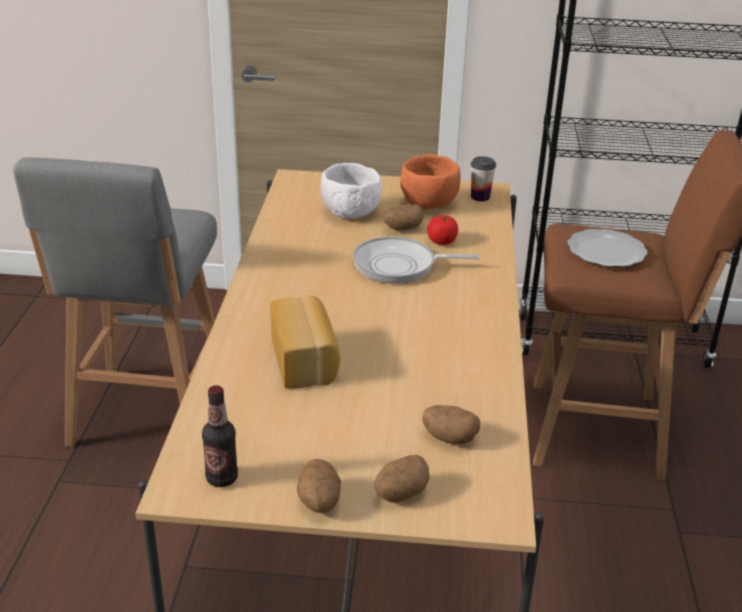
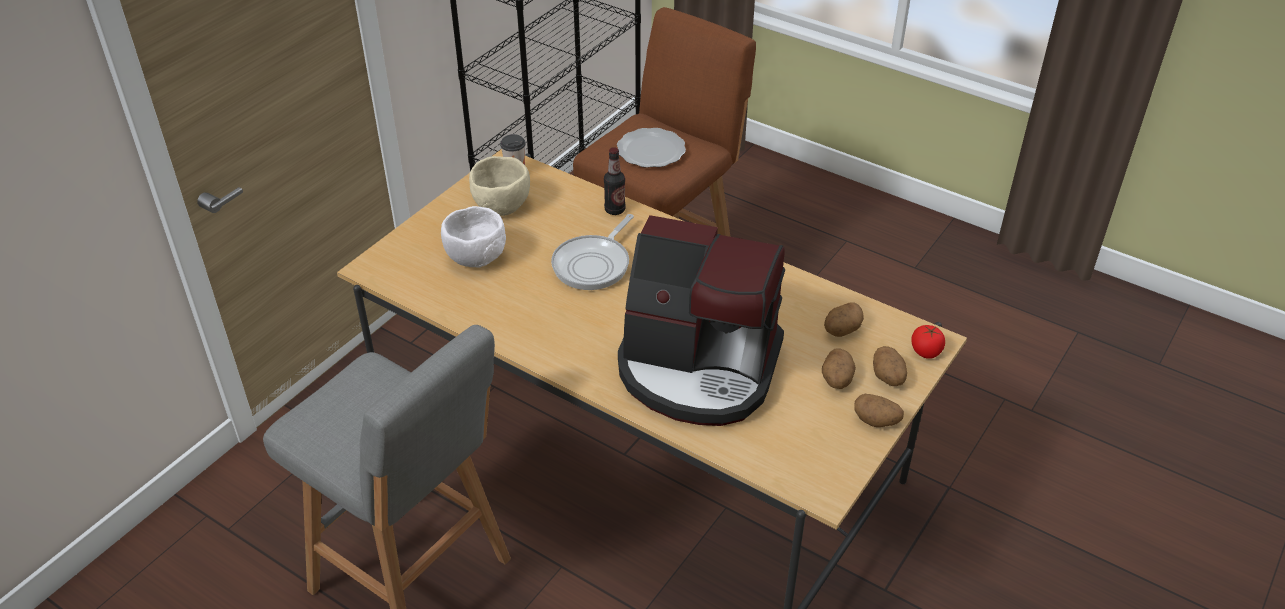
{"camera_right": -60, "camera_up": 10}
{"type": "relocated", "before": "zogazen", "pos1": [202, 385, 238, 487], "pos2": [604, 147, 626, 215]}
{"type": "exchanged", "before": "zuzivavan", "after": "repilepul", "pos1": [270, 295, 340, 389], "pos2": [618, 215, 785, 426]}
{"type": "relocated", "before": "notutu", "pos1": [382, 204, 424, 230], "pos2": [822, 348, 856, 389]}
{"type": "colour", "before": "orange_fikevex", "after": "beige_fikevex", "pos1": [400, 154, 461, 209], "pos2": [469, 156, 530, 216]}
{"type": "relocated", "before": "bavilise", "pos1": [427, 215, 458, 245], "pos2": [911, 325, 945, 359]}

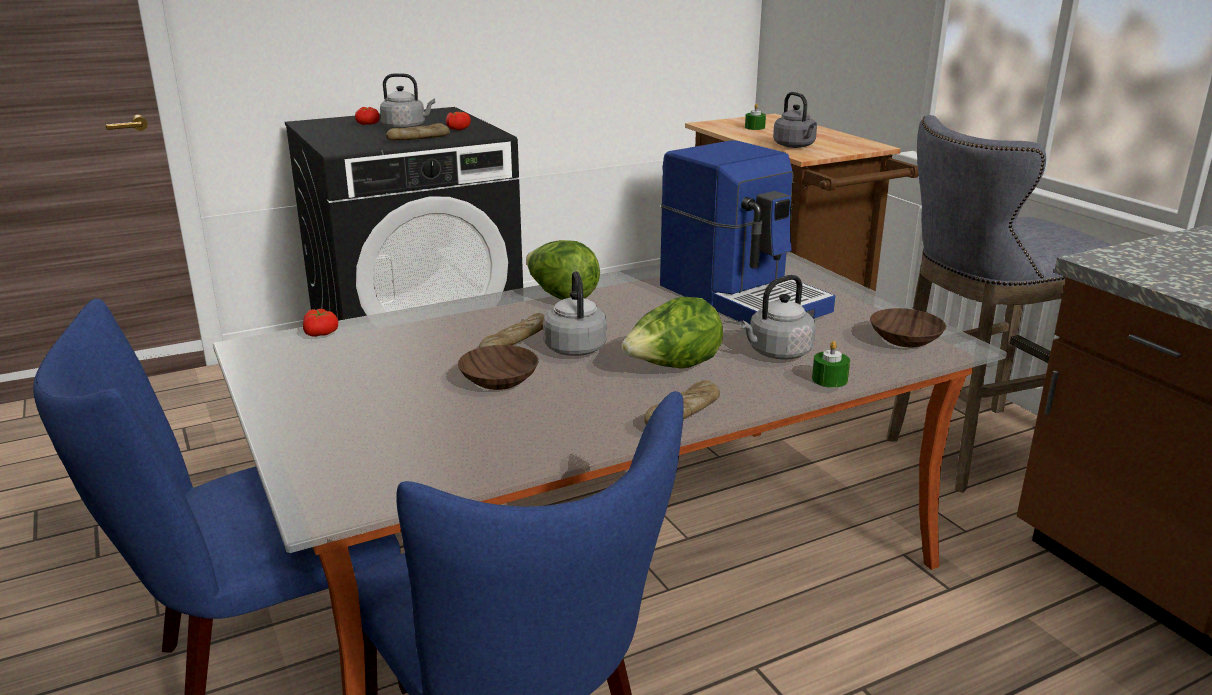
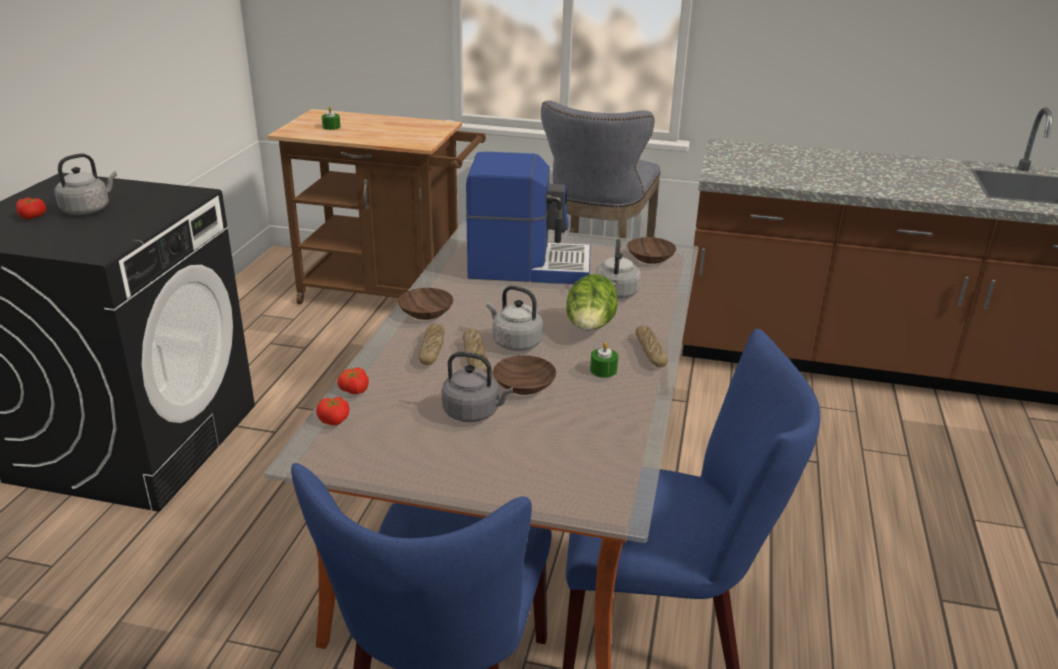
{"camera_right": -50, "camera_up": 5}
{"type": "relocated", "before": "zuzivavan", "pos1": [386, 123, 450, 140], "pos2": [418, 323, 444, 365]}
{"type": "relocated", "before": "bavilise", "pos1": [446, 112, 471, 130], "pos2": [337, 367, 369, 394]}
{"type": "exchanged", "before": "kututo", "after": "brown_fikevex", "pos1": [526, 240, 600, 300], "pos2": [398, 288, 453, 320]}
{"type": "relocated", "before": "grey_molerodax", "pos1": [773, 92, 817, 148], "pos2": [442, 352, 513, 422]}
{"type": "relocated", "before": "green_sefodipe", "pos1": [812, 341, 850, 388], "pos2": [590, 342, 618, 378]}

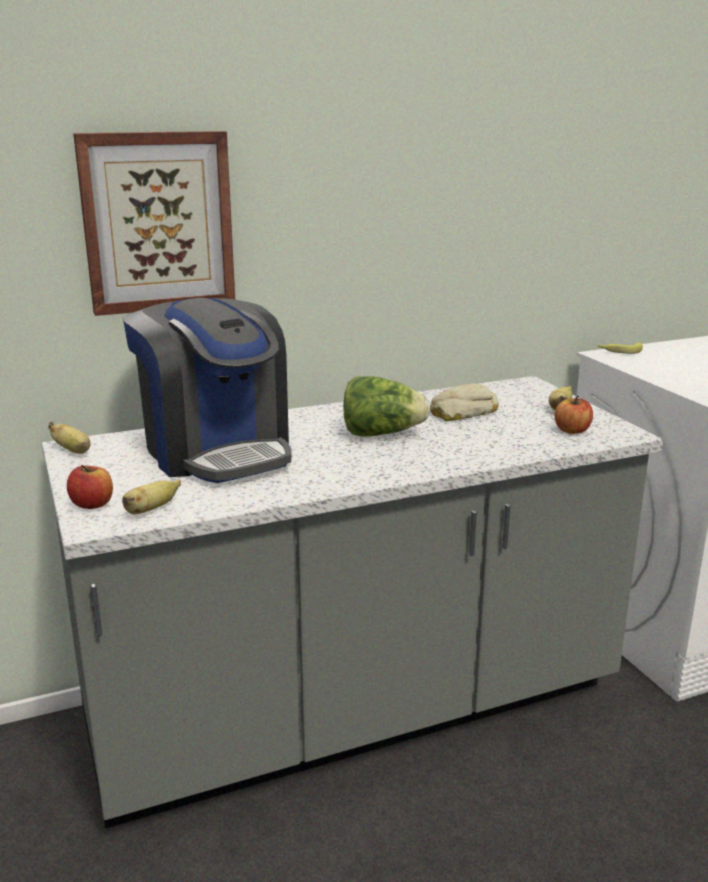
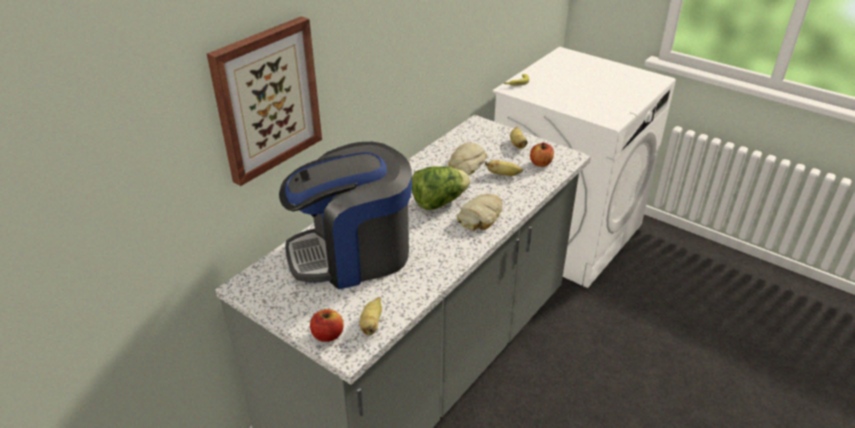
{"camera_right": -30, "camera_up": 15}
{"type": "relocated", "before": "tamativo", "pos1": [48, 422, 91, 454], "pos2": [485, 160, 523, 176]}
{"type": "spun", "before": "repilepul", "pos1": [123, 298, 292, 483], "pos2": [279, 142, 412, 290], "turn": 135}
{"type": "appeared", "after": "zuzivavan", "pos2": [457, 194, 502, 231]}

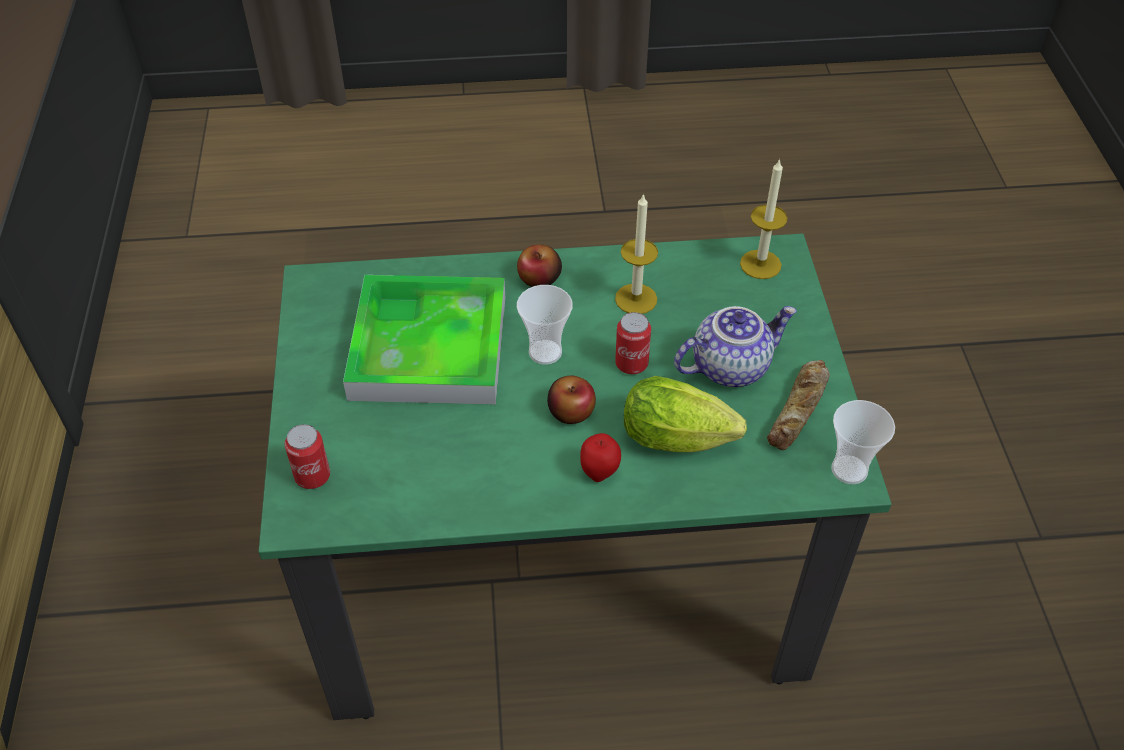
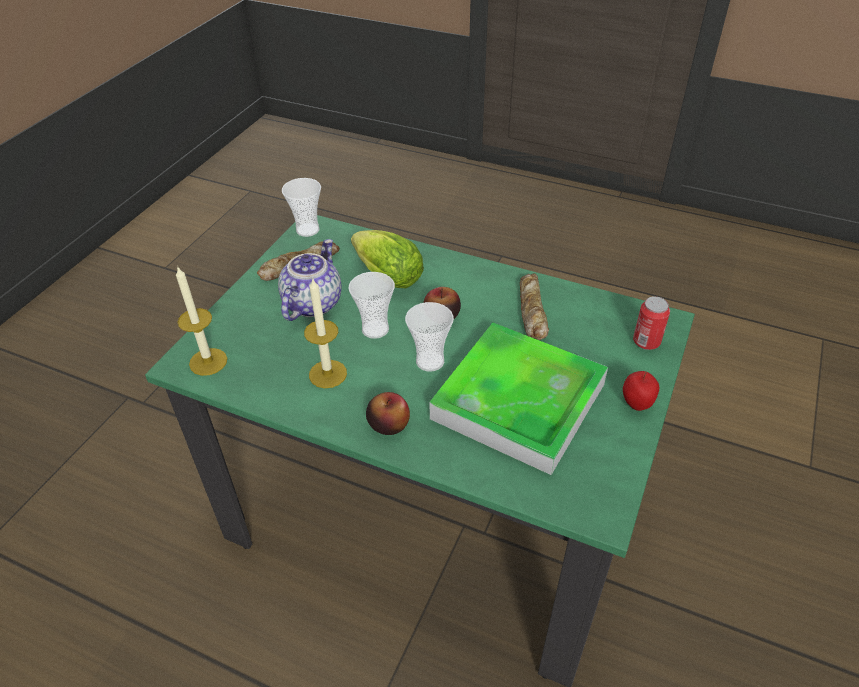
{"camera_right": -150, "camera_up": -5}
{"type": "relocated", "before": "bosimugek", "pos1": [580, 433, 621, 482], "pos2": [623, 371, 659, 411]}
{"type": "exchanged", "before": "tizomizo", "after": "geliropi", "pos1": [615, 312, 651, 374], "pos2": [349, 272, 395, 339]}
{"type": "spun", "before": "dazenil", "pos1": [674, 306, 797, 387], "pos2": [278, 239, 341, 321], "turn": 105}
{"type": "appeared", "after": "zuzivavan", "pos2": [520, 273, 549, 340]}

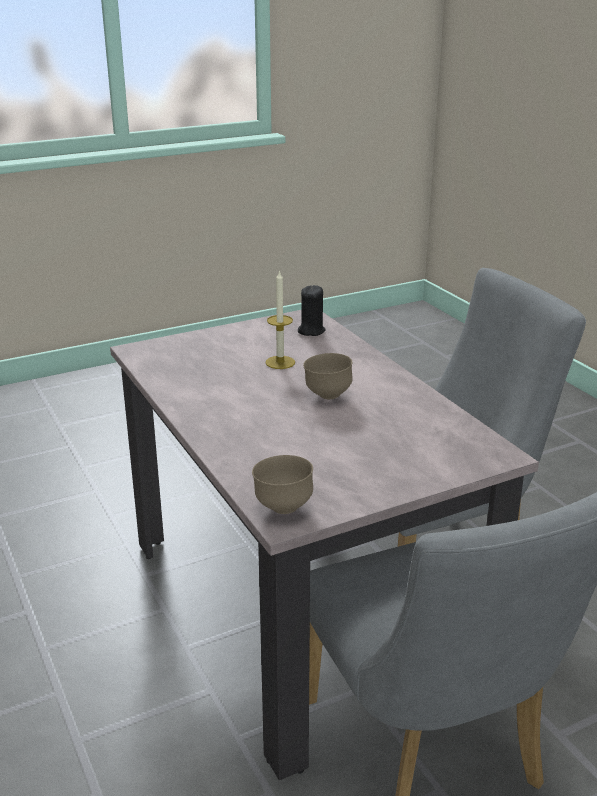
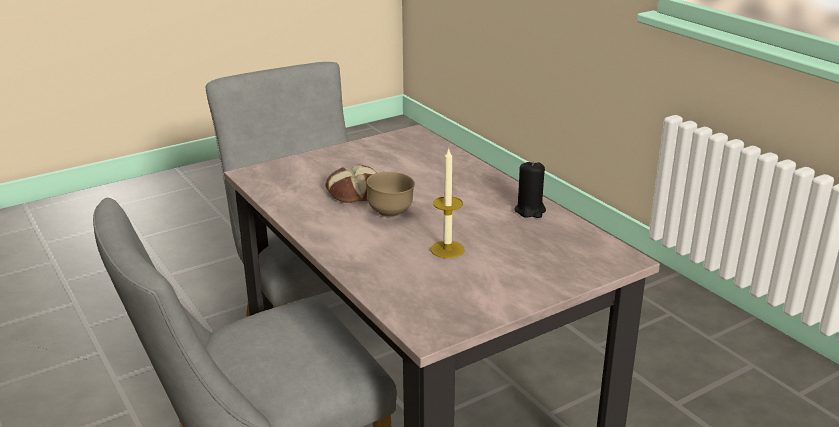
{"camera_right": 175, "camera_up": 0}
{"type": "missing", "before": "brown_fikevex", "pos1": [252, 455, 313, 514]}
{"type": "relocated", "before": "black_sefodipe", "pos1": [298, 285, 326, 336], "pos2": [514, 161, 546, 218]}
{"type": "appeared", "after": "zuzivavan", "pos2": [325, 164, 377, 203]}

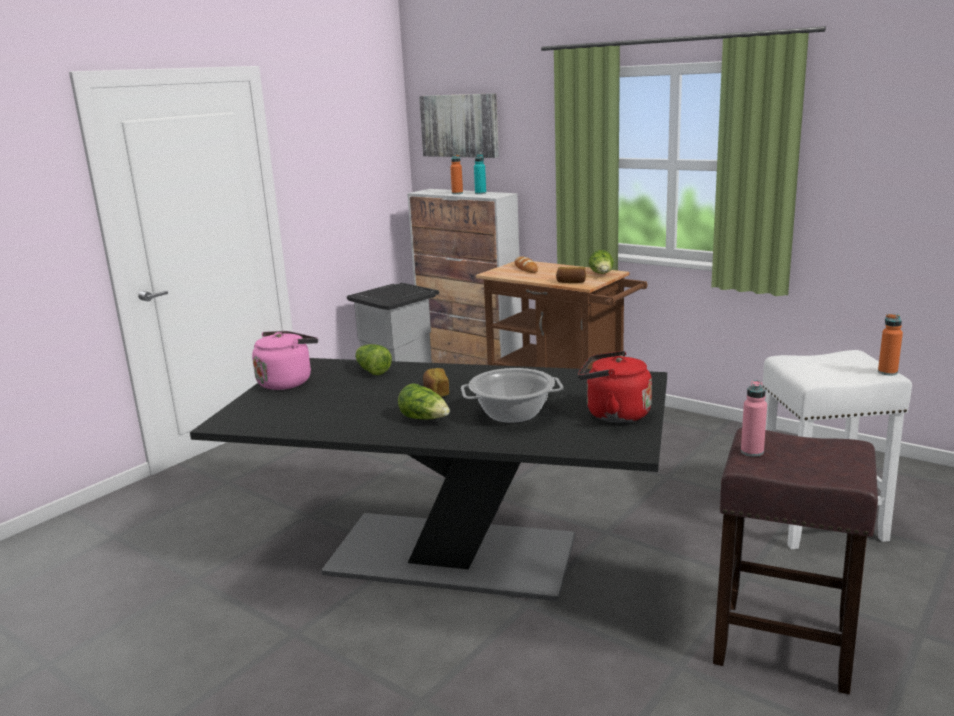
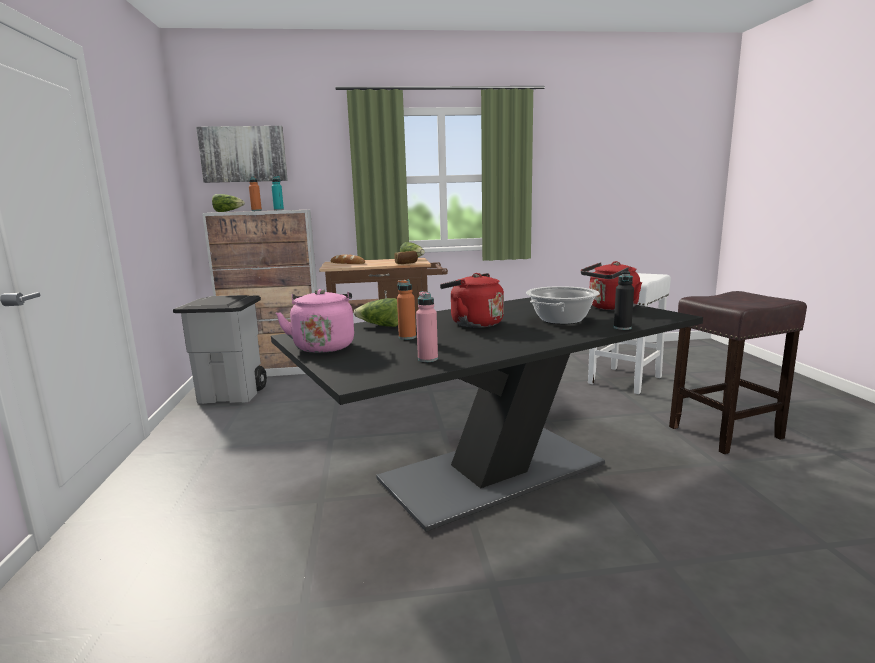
{"camera_right": -45, "camera_up": -5}
{"type": "relocated", "before": "kututo", "pos1": [398, 383, 450, 419], "pos2": [212, 194, 245, 212]}
{"type": "exchanged", "before": "zuzivavan", "after": "red_molerodax", "pos1": [423, 368, 449, 397], "pos2": [440, 273, 504, 328]}
{"type": "relocated", "before": "pink_zogazen", "pos1": [741, 380, 767, 457], "pos2": [416, 291, 438, 362]}
{"type": "relocated", "before": "orange_zogazen", "pos1": [878, 314, 903, 375], "pos2": [397, 279, 416, 340]}
{"type": "appeared", "after": "black_zogazen", "pos2": [614, 271, 634, 330]}

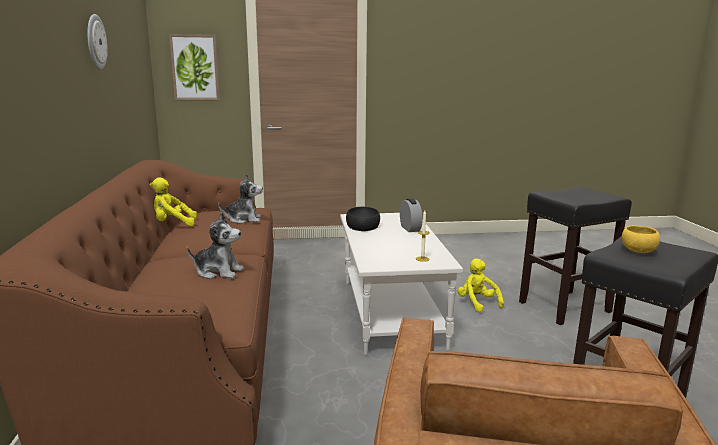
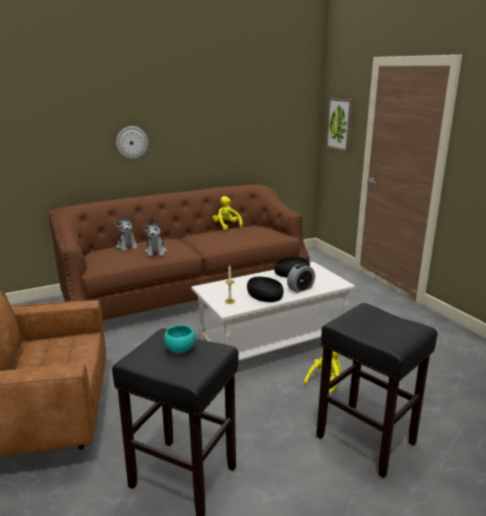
{"camera_right": 70, "camera_up": 5}
{"type": "relocated", "before": "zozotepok", "pos1": [87, 14, 108, 70], "pos2": [116, 126, 148, 159]}
{"type": "relocated", "before": "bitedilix", "pos1": [218, 174, 263, 224], "pos2": [114, 215, 138, 251]}
{"type": "colour", "before": "yellow_fikevex", "after": "turquoise_fikevex", "pos1": [622, 225, 660, 253], "pos2": [164, 325, 195, 353]}
{"type": "appeared", "after": "black_fikevex", "pos2": [247, 277, 284, 302]}

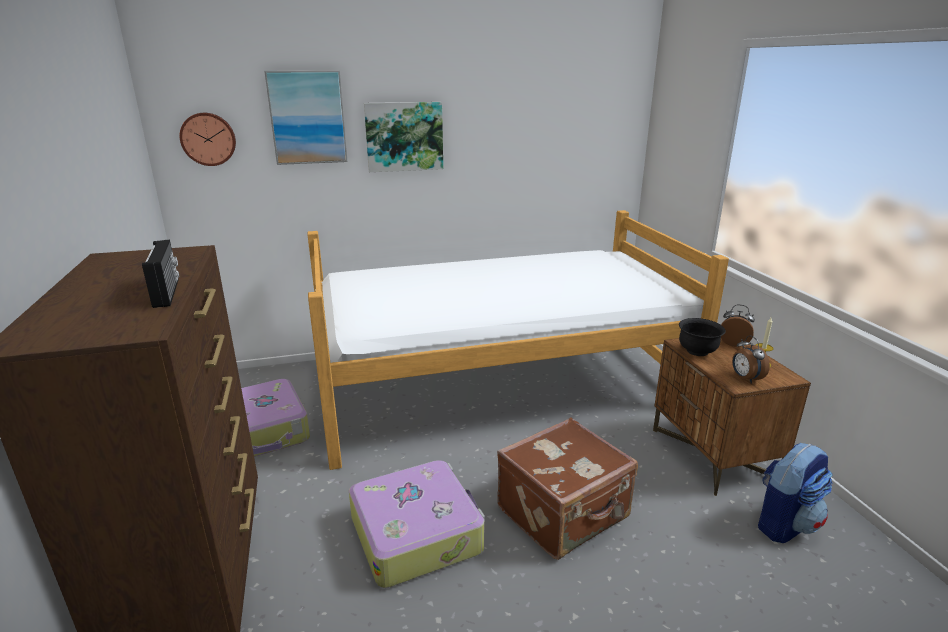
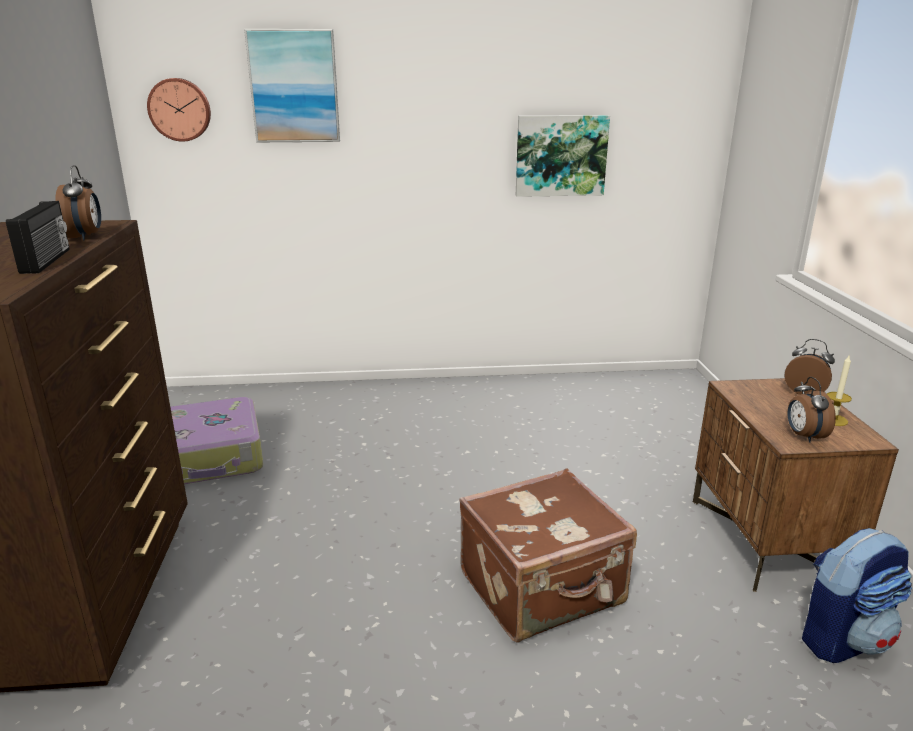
{"camera_right": 10, "camera_up": 0}
{"type": "missing", "before": "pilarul", "pos1": [307, 210, 729, 470]}
{"type": "missing", "before": "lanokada", "pos1": [349, 460, 485, 588]}
{"type": "relocated", "before": "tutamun", "pos1": [364, 102, 443, 172], "pos2": [516, 115, 610, 197]}
{"type": "missing", "before": "black_fikevex", "pos1": [679, 318, 726, 356]}
{"type": "appeared", "after": "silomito", "pos2": [55, 165, 101, 240]}

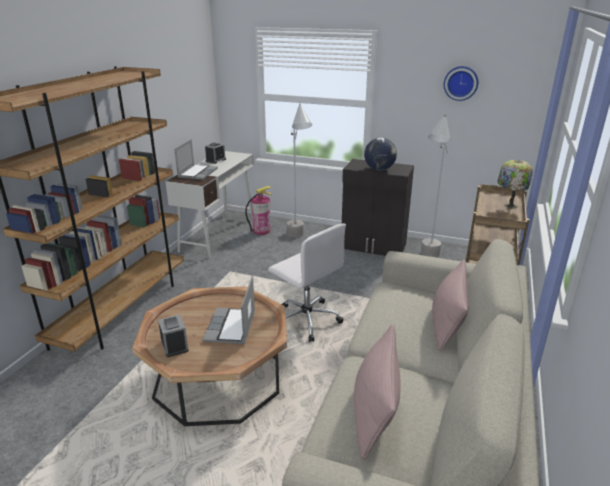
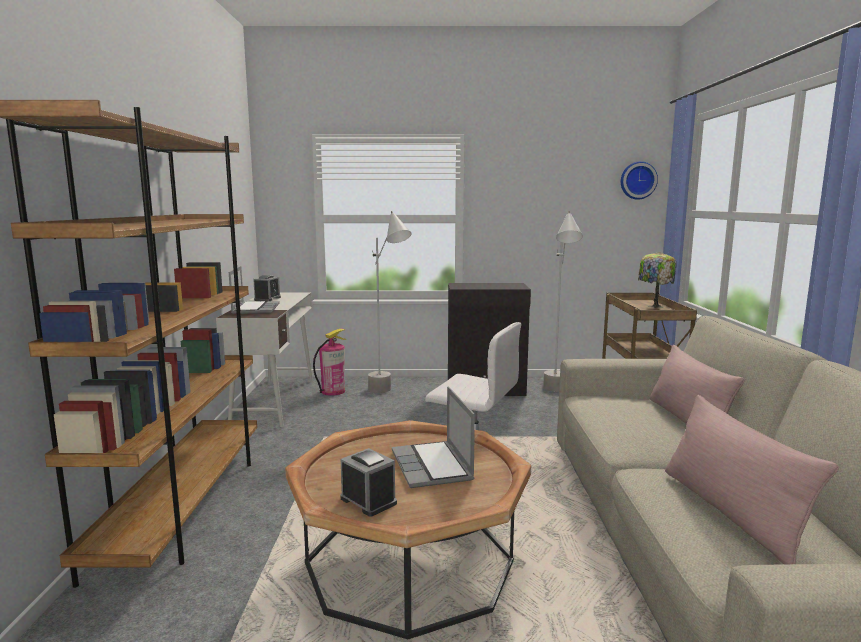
{"camera_right": -20, "camera_up": -15}
{"type": "missing", "before": "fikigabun", "pos1": [364, 138, 397, 170]}
{"type": "relocated", "before": "zozotepok", "pos1": [444, 66, 478, 101], "pos2": [621, 161, 658, 200]}

